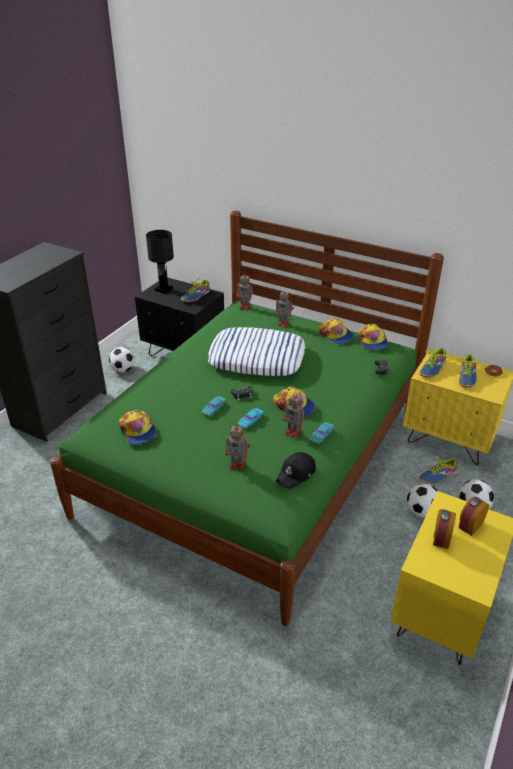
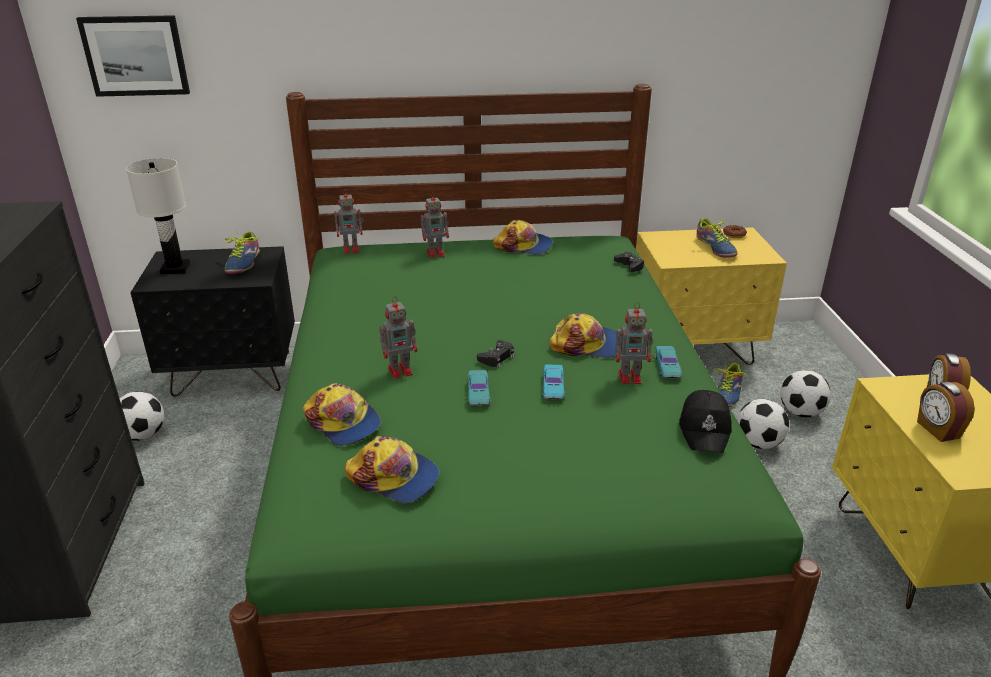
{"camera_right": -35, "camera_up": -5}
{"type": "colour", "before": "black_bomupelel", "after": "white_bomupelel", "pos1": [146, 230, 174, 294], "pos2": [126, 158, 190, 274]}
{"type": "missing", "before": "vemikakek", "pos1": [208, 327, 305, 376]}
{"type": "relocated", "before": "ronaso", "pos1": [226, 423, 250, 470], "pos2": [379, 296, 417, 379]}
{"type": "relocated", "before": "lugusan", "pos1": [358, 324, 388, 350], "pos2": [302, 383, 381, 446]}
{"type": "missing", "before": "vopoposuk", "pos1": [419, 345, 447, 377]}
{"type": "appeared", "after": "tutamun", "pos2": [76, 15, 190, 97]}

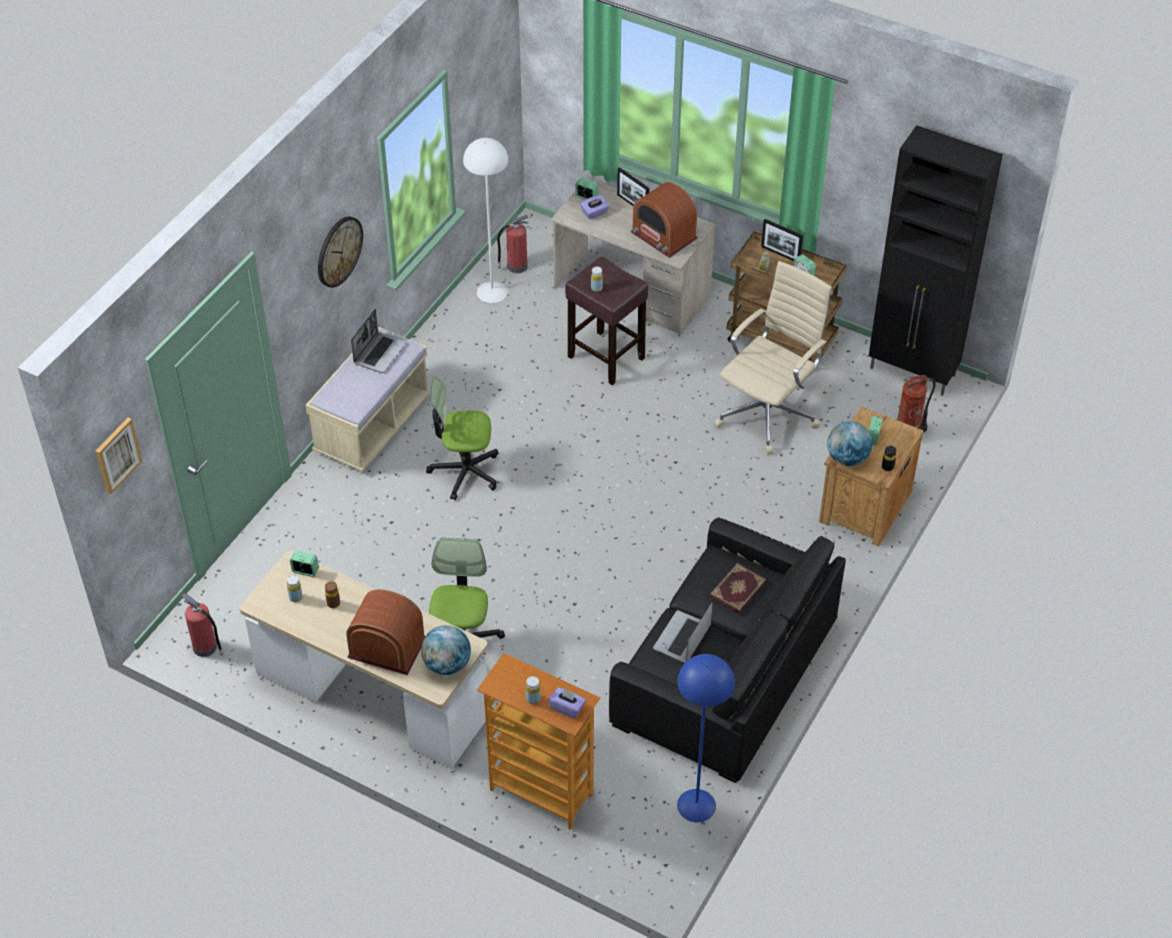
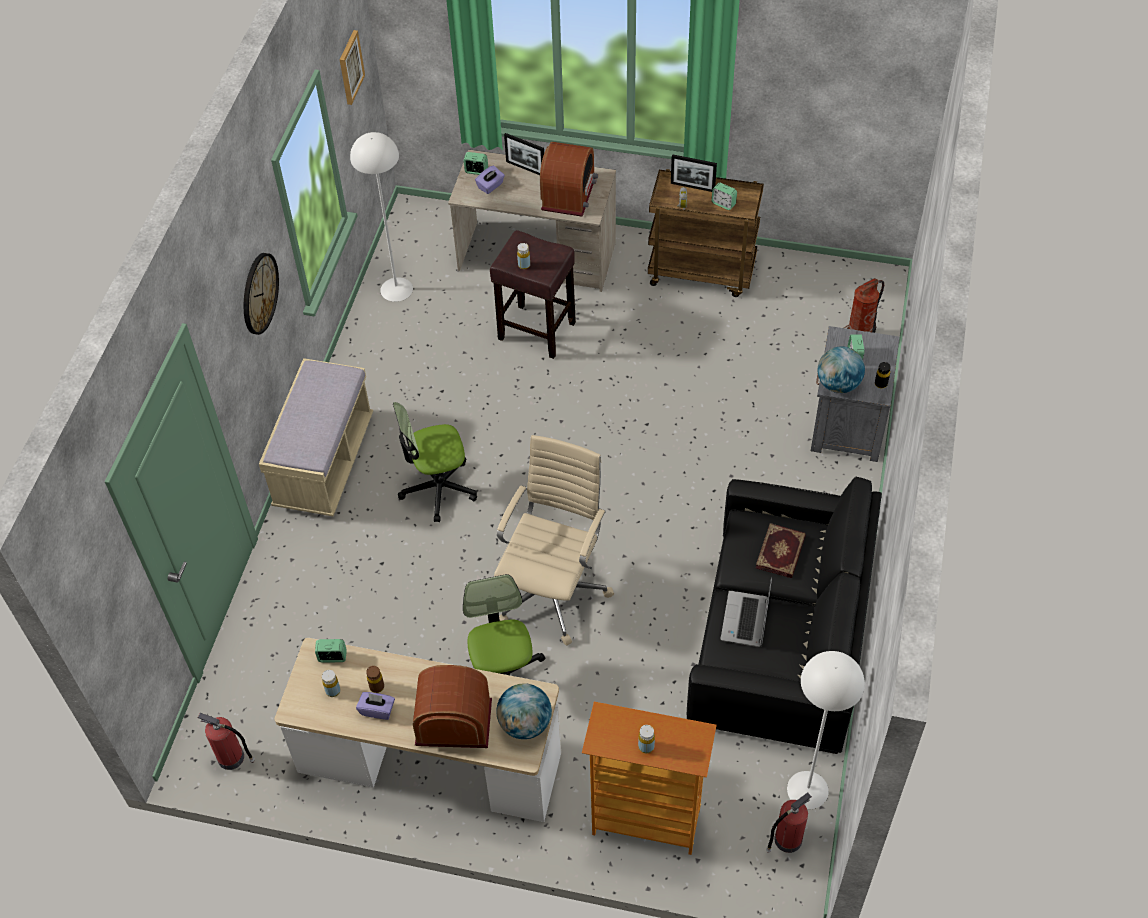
{"camera_right": -15, "camera_up": 5}
{"type": "relocated", "before": "tutamun", "pos1": [95, 418, 142, 495], "pos2": [340, 30, 365, 105]}
{"type": "missing", "before": "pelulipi", "pos1": [351, 309, 407, 373]}
{"type": "relocated", "before": "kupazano", "pos1": [497, 215, 529, 273], "pos2": [766, 792, 812, 853]}
{"type": "relocated", "before": "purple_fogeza", "pos1": [548, 688, 586, 719], "pos2": [356, 692, 395, 720]}
{"type": "spun", "before": "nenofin", "pos1": [631, 182, 698, 258], "pos2": [540, 142, 598, 217], "turn": -105}
{"type": "colour", "before": "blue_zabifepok", "after": "white_zabifepok", "pos1": [677, 654, 735, 822], "pos2": [787, 651, 865, 809]}
{"type": "relocated", "before": "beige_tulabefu", "pos1": [714, 261, 832, 455], "pos2": [494, 435, 614, 646]}
{"type": "colour", "before": "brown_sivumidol", "after": "grey_sivumidol", "pos1": [819, 406, 924, 546], "pos2": [811, 326, 900, 462]}
{"type": "missing", "before": "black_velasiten", "pos1": [869, 125, 1003, 396]}

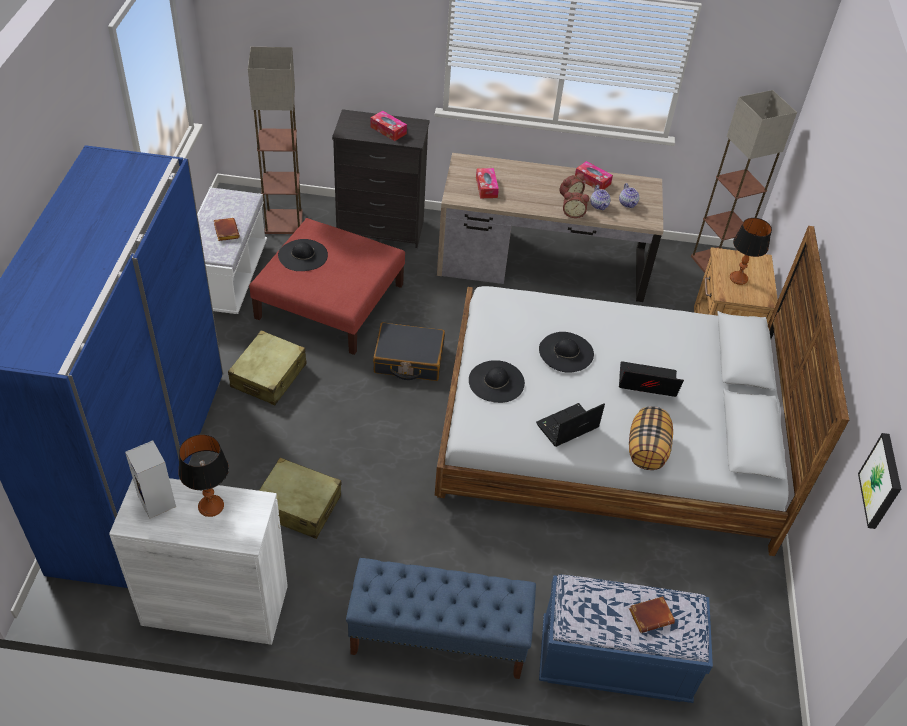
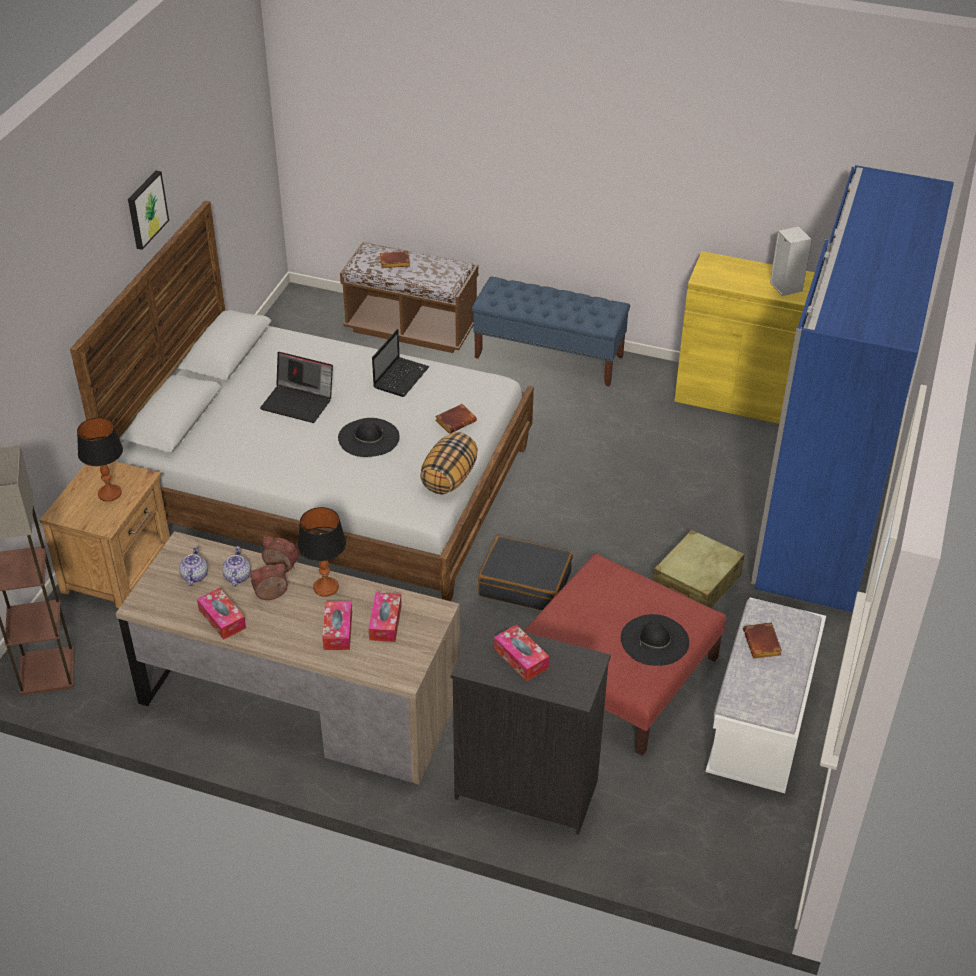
{"camera_right": -165, "camera_up": -5}
{"type": "colour", "before": "white_velasiten", "after": "yellow_velasiten", "pos1": [109, 478, 288, 645], "pos2": [674, 251, 815, 424]}
{"type": "relocated", "before": "bomupelel", "pos1": [178, 434, 229, 517], "pos2": [297, 507, 346, 597]}
{"type": "missing", "before": "zabifepok", "pos1": [248, 47, 303, 234]}
{"type": "missing", "before": "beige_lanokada", "pos1": [259, 457, 341, 539]}
{"type": "exchanged", "before": "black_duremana", "after": "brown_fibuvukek", "pos1": [469, 360, 525, 403], "pos2": [435, 404, 477, 434]}
{"type": "spun", "before": "pelulipi", "pos1": [536, 403, 605, 447], "pos2": [372, 329, 429, 397], "turn": -45}
{"type": "colour", "before": "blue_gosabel", "after": "brown_gosabel", "pos1": [539, 574, 713, 703], "pos2": [340, 242, 478, 353]}
{"type": "relocated", "before": "vemikakek", "pos1": [629, 406, 673, 470], "pos2": [420, 432, 478, 494]}
{"type": "relocated", "before": "tutamun", "pos1": [858, 433, 901, 529], "pos2": [128, 171, 169, 250]}
{"type": "appeared", "after": "fogeza", "pos2": [322, 601, 352, 650]}

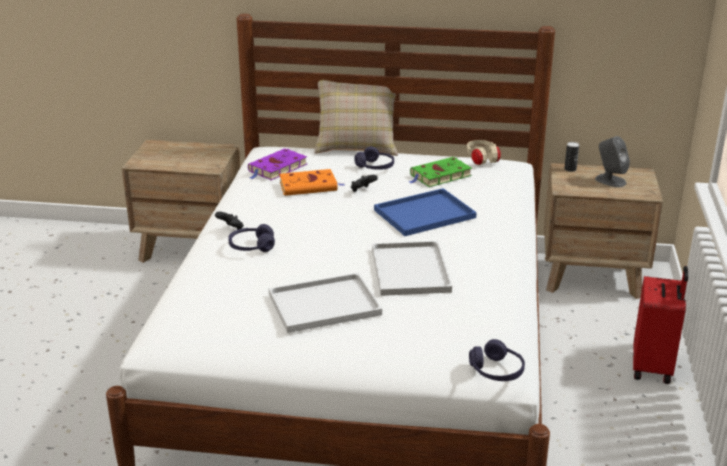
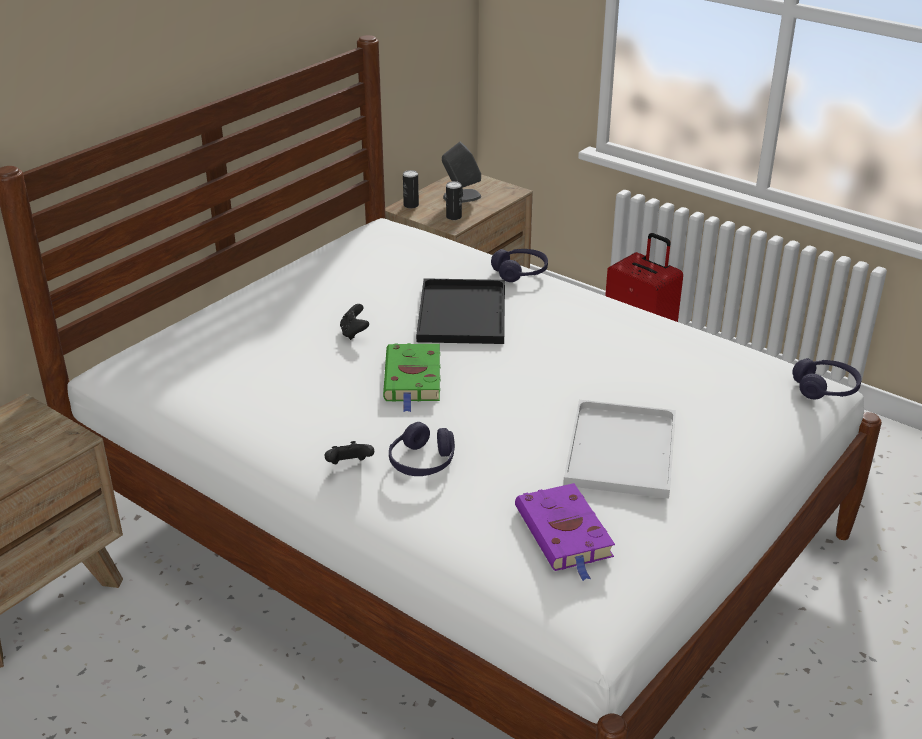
{"camera_right": -60, "camera_up": 5}
{"type": "relocated", "before": "purple_fibuvukek", "pos1": [248, 148, 307, 180], "pos2": [515, 483, 615, 581]}
{"type": "missing", "before": "orange_fibuvukek", "pos1": [279, 169, 344, 196]}
{"type": "missing", "before": "beige_vemikakek", "pos1": [314, 80, 398, 156]}
{"type": "relocated", "before": "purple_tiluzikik", "pos1": [354, 147, 394, 170], "pos2": [491, 249, 548, 282]}
{"type": "missing", "before": "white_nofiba", "pos1": [372, 241, 452, 296]}
{"type": "colour", "before": "blue_nofiba", "after": "black_nofiba", "pos1": [374, 188, 477, 236], "pos2": [416, 278, 505, 344]}
{"type": "relocated", "before": "green_fibuvukek", "pos1": [409, 157, 472, 187], "pos2": [383, 343, 440, 412]}
{"type": "missing", "before": "beige_tiluzikik", "pos1": [467, 140, 501, 165]}
{"type": "appeared", "after": "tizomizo", "pos2": [446, 181, 462, 220]}

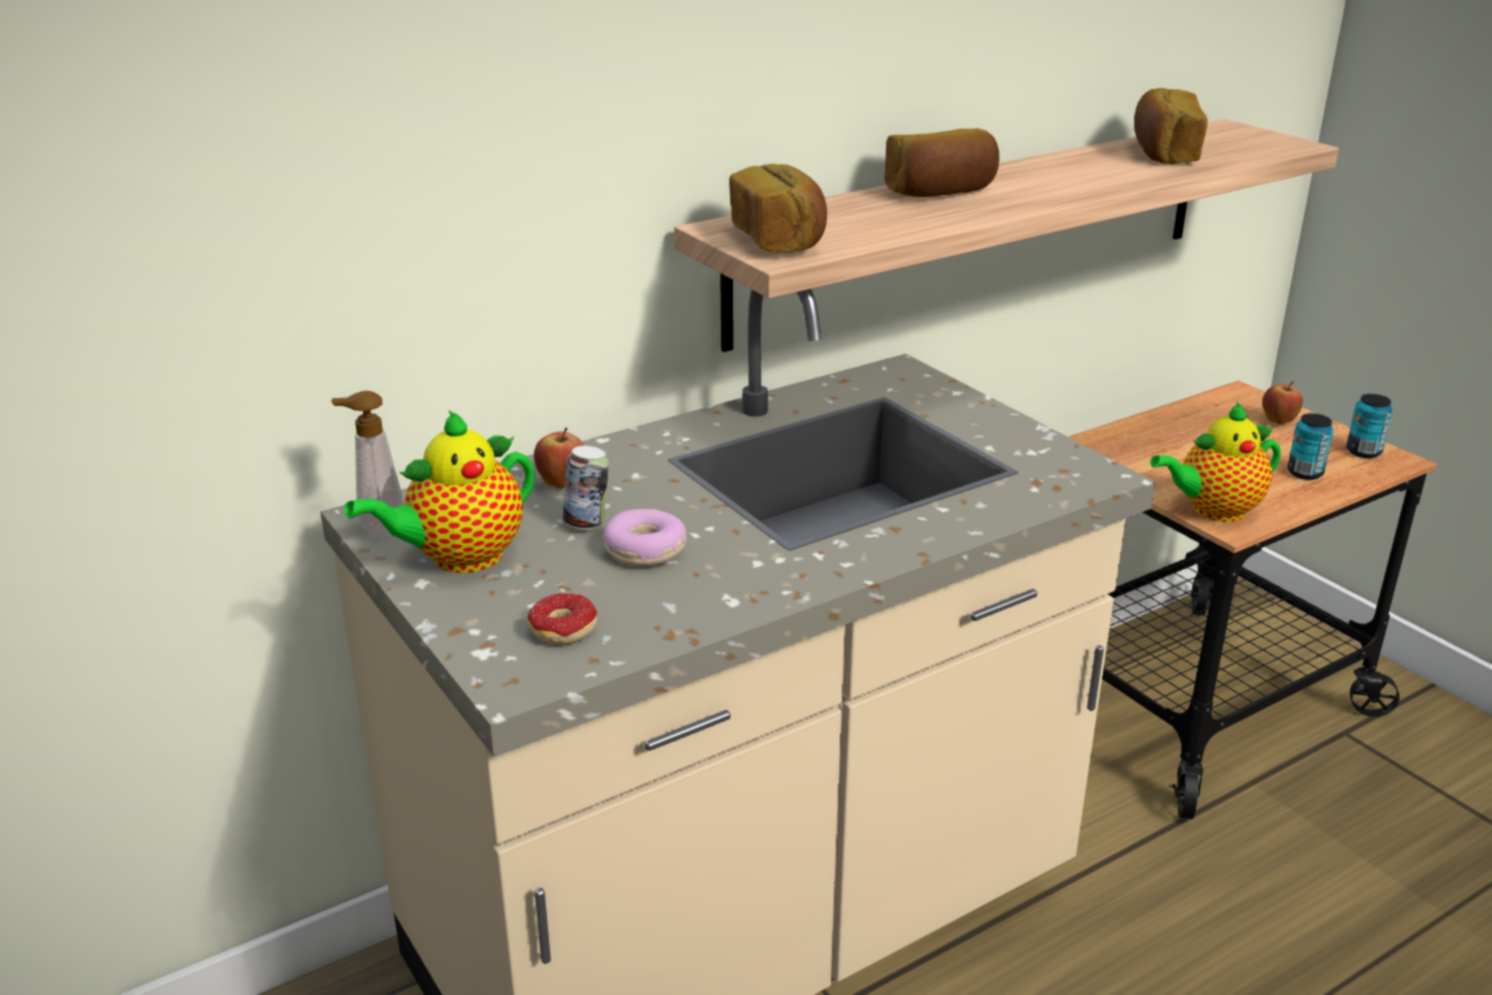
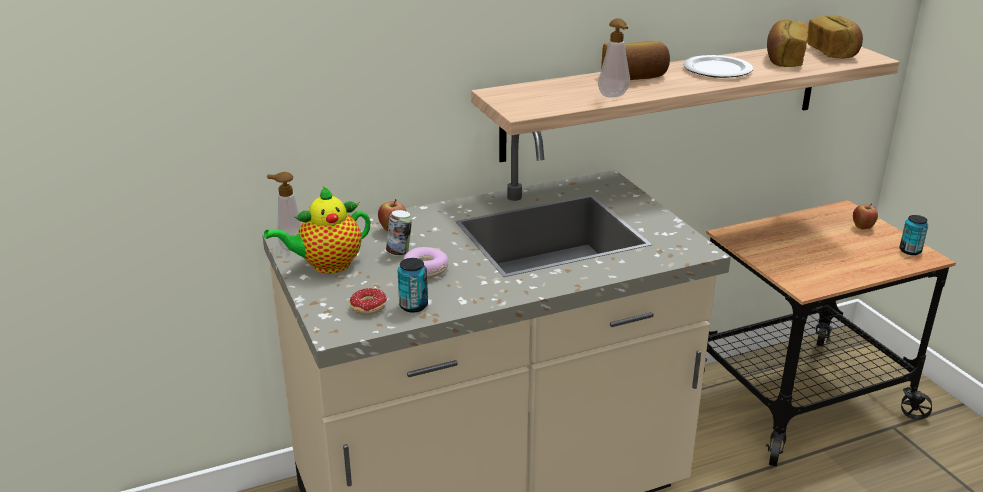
{"camera_right": 10, "camera_up": 0}
{"type": "relocated", "before": "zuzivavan", "pos1": [729, 164, 827, 252], "pos2": [807, 15, 863, 59]}
{"type": "missing", "before": "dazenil", "pos1": [1150, 401, 1281, 522]}
{"type": "relocated", "before": "tizomizo", "pos1": [1288, 413, 1334, 480], "pos2": [398, 258, 428, 313]}
{"type": "appeared", "after": "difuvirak", "pos2": [598, 18, 630, 97]}
{"type": "appeared", "after": "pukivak", "pos2": [683, 55, 753, 78]}

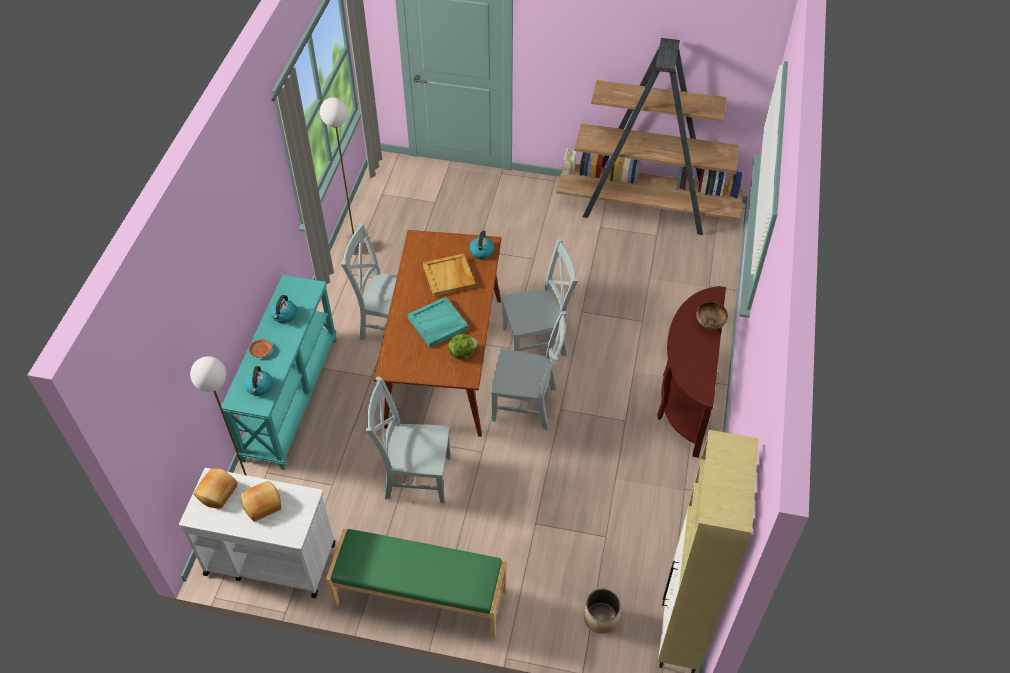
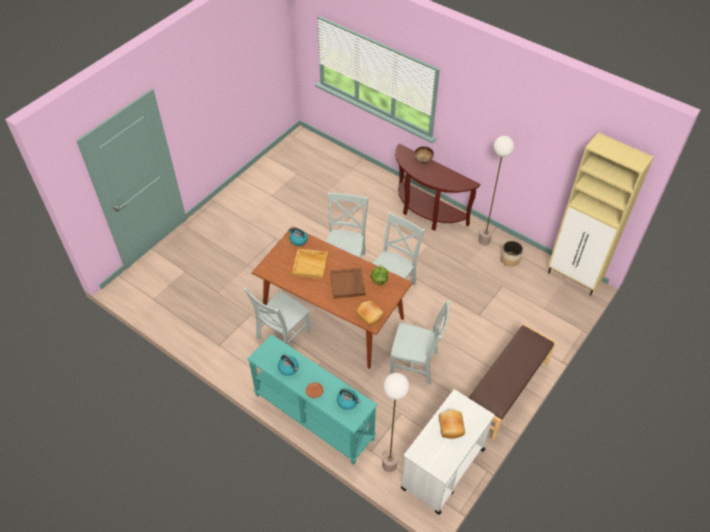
{"camera_right": -65, "camera_up": 0}
{"type": "relocated", "before": "zuzivavan", "pos1": [194, 469, 237, 509], "pos2": [356, 301, 384, 327]}
{"type": "relocated", "before": "zabifepok", "pos1": [320, 98, 364, 255], "pos2": [479, 136, 514, 246]}
{"type": "colour", "before": "green_gosabel", "after": "brown_gosabel", "pos1": [326, 529, 507, 639], "pos2": [469, 324, 556, 441]}
{"type": "spun", "before": "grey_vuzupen", "pos1": [366, 376, 451, 503], "pos2": [390, 301, 450, 385], "turn": -105}
{"type": "colour", "before": "turquoise_nofiba", "after": "brown_nofiba", "pos1": [407, 297, 468, 348], "pos2": [330, 268, 366, 299]}
{"type": "missing", "before": "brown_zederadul", "pos1": [556, 38, 743, 235]}
{"type": "relocated", "before": "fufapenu", "pos1": [584, 589, 621, 634], "pos2": [500, 241, 523, 267]}

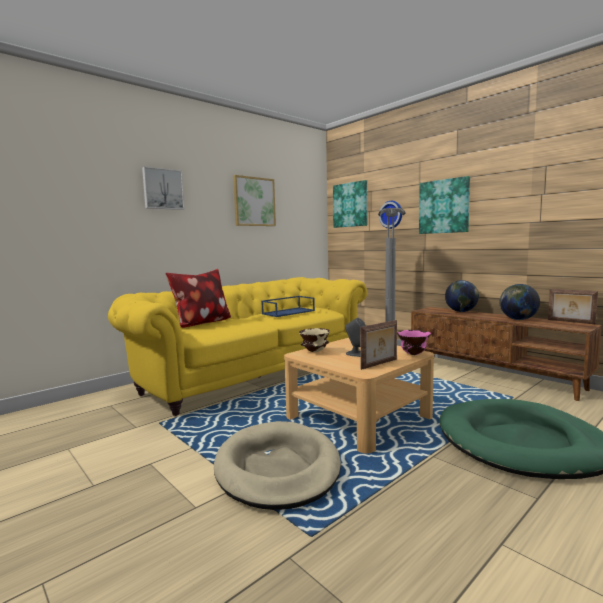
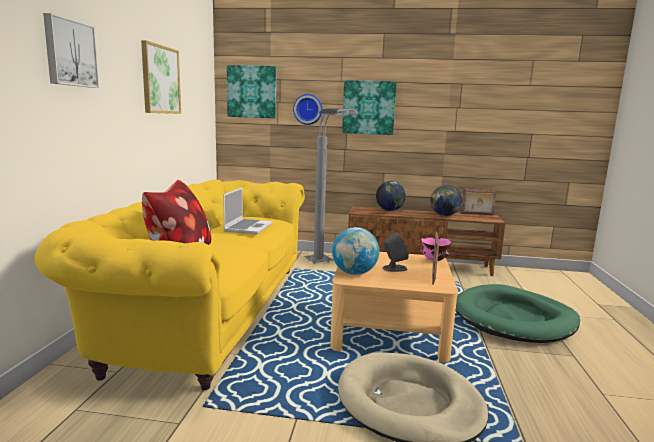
{"camera_right": -40, "camera_up": 5}
{"type": "exchanged", "before": "blue_nofiba", "after": "pelulipi", "pos1": [261, 296, 315, 317], "pos2": [223, 188, 272, 234]}
{"type": "exchanged", "before": "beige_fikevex", "after": "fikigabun", "pos1": [299, 328, 330, 352], "pos2": [332, 227, 379, 275]}

